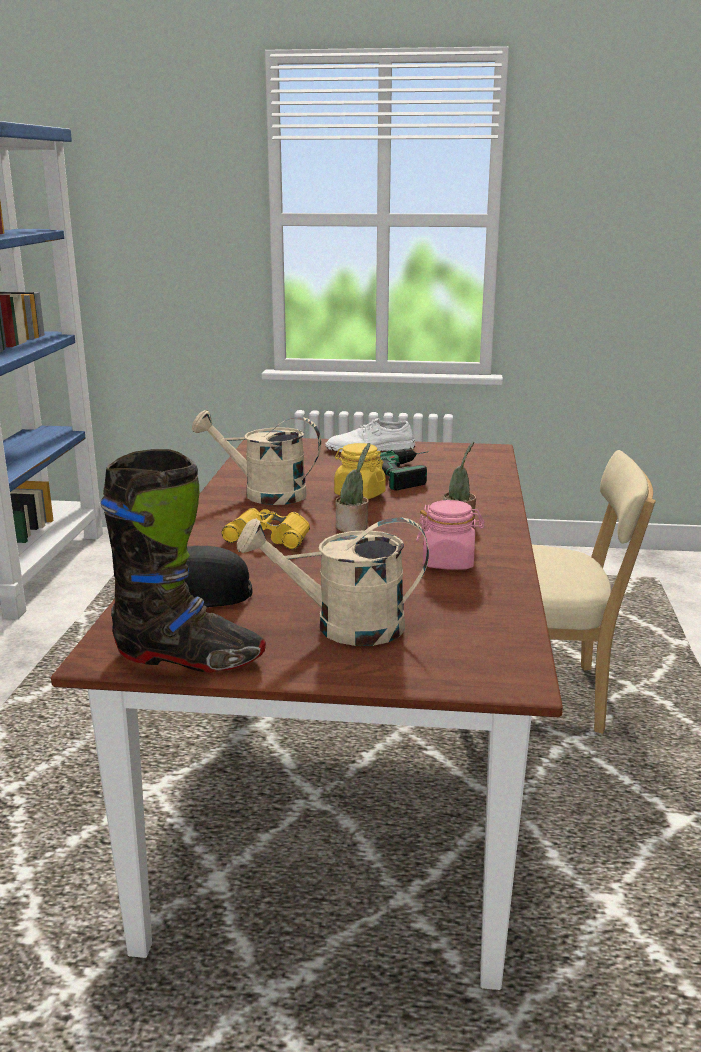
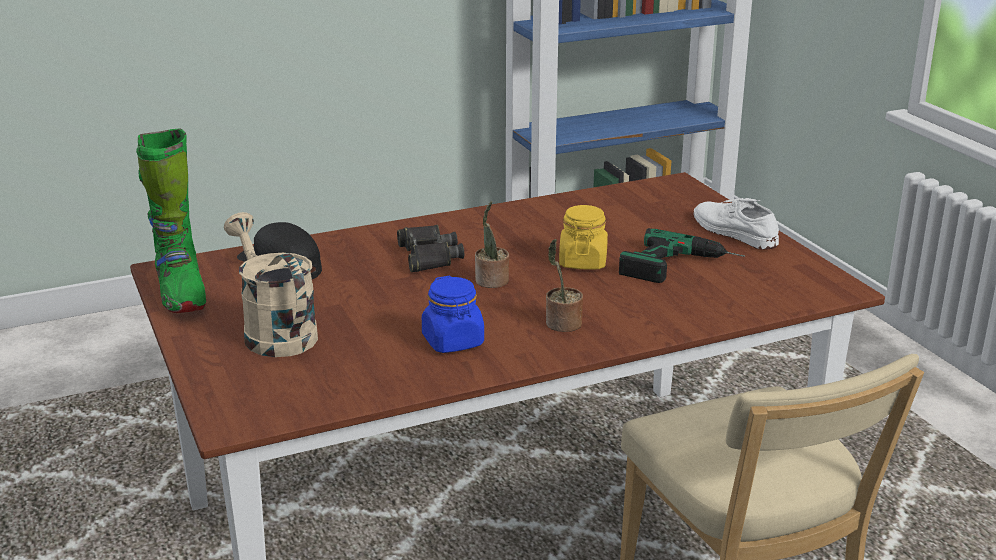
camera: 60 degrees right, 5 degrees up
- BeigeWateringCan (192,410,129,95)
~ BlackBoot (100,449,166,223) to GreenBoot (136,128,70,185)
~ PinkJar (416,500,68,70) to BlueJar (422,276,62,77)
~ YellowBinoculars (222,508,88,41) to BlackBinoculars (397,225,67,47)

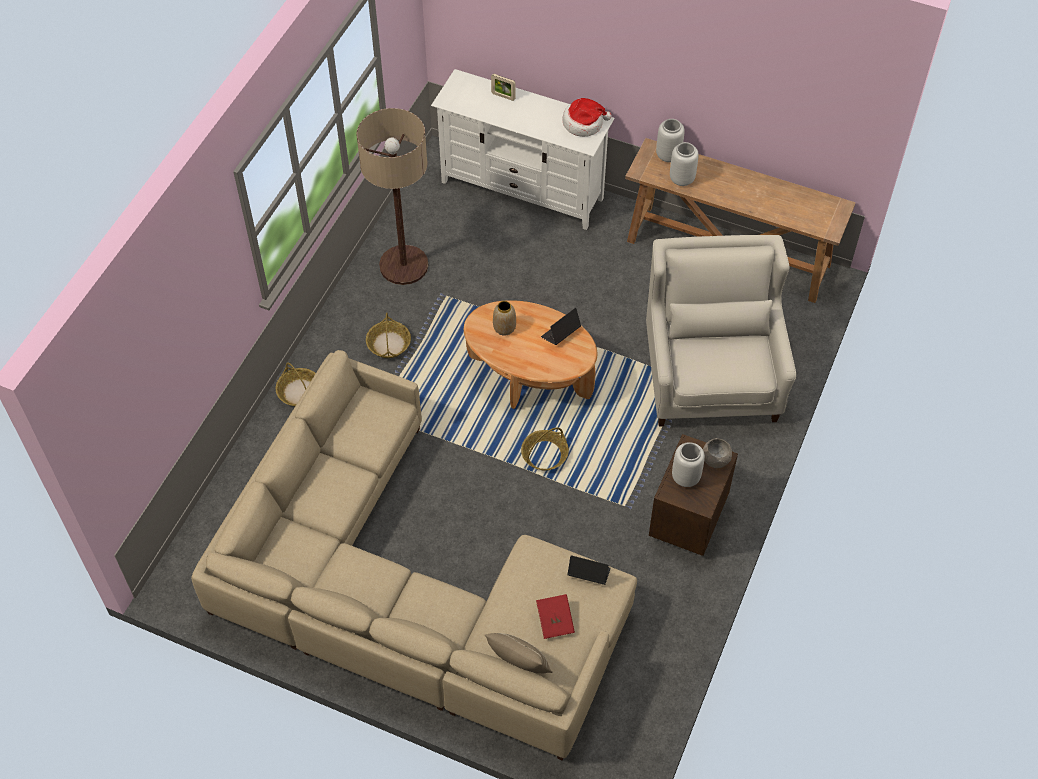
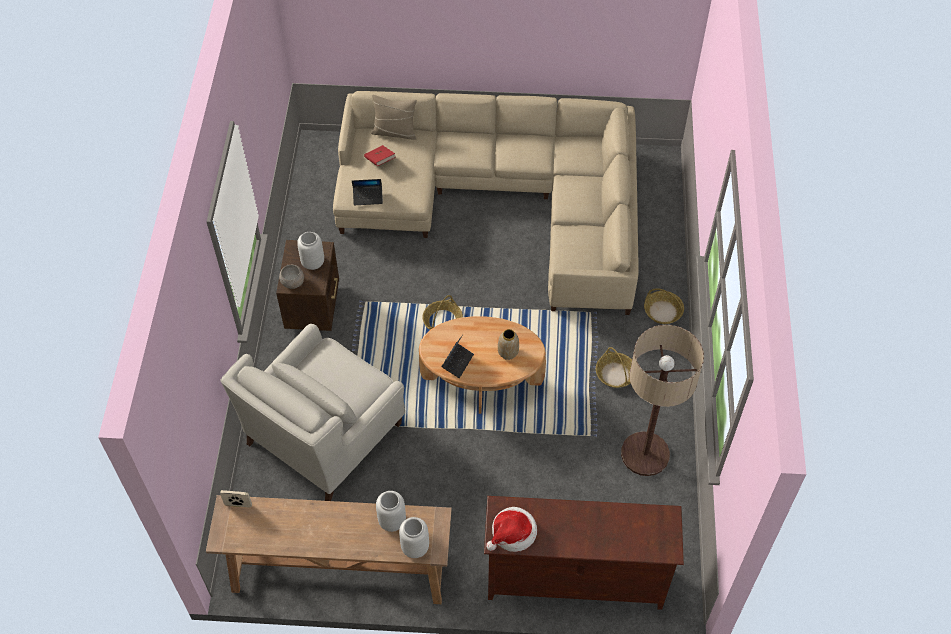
camera: 160 degrees right, 0 degrees up
~ WhiteTvStand (431,69,184,161) to BrownTvStand (484,496,200,114)
~ PictureFrame (491,74,24,27) to (220,490,32,18)
~ WhiteArmchair (646,235,150,192) = (220,324,185,177) 60 degrees clockwise

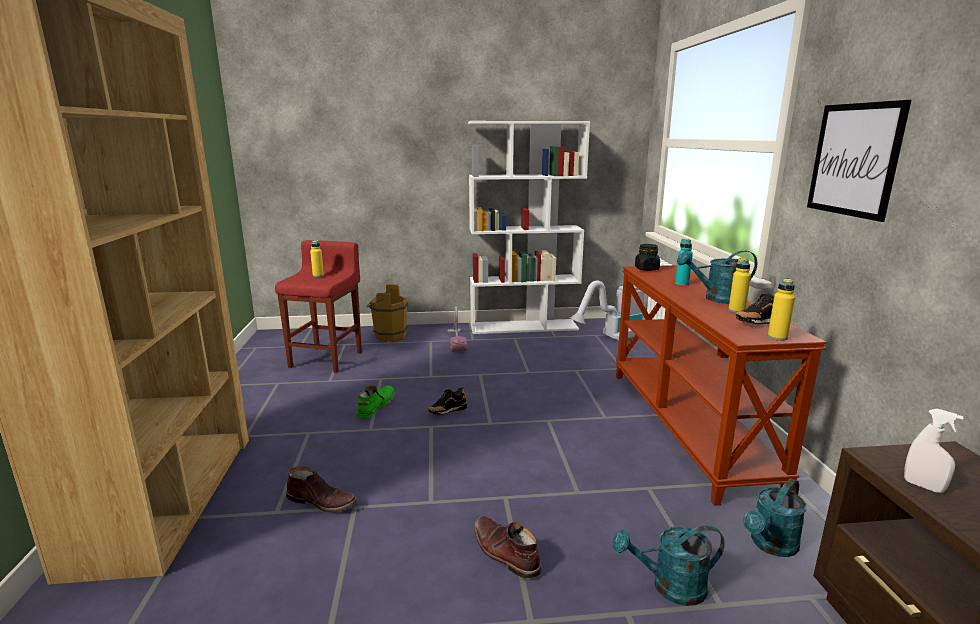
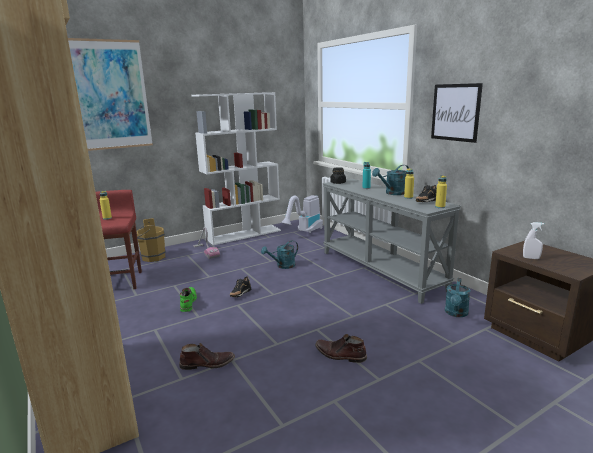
camera: 25 degrees left, 0 degrees up
~ BrownConsoleTable (615,265,212,241) to GreyConsoleTable (323,179,138,125)
~ TurquoiseWateringCan (613,525,112,81) to (261,240,37,29)
+ Picture (68,38,85,113)

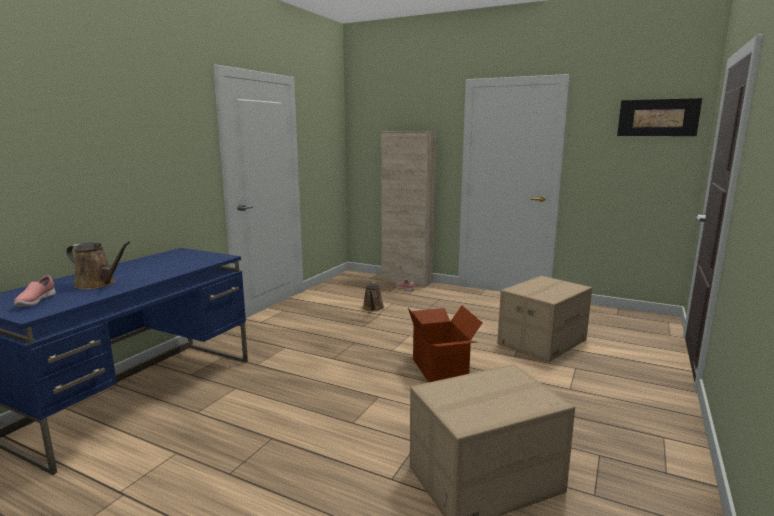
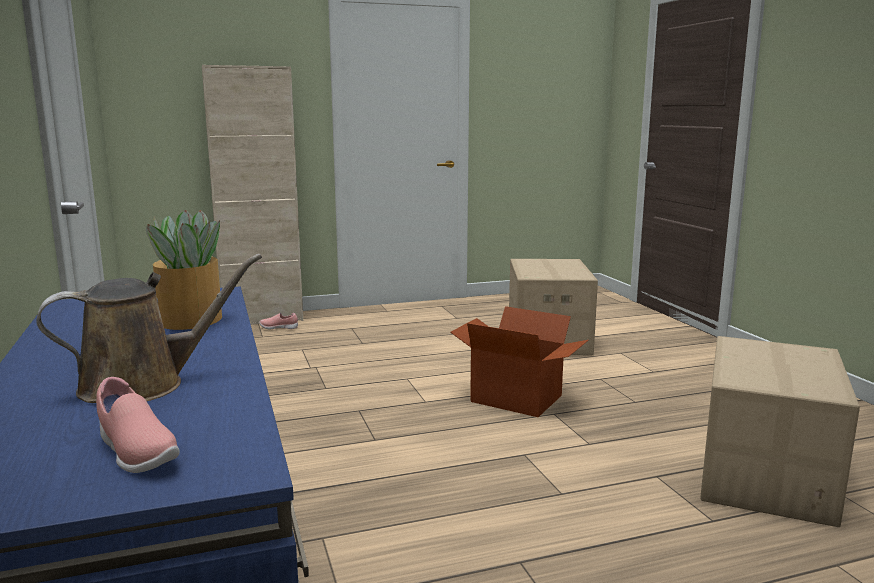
camera: 45 degrees left, 0 degrees up
- Picture (617,98,85,38)
- BrownWateringCan (363,282,21,29)
+ PottedPlant (146,210,76,120)

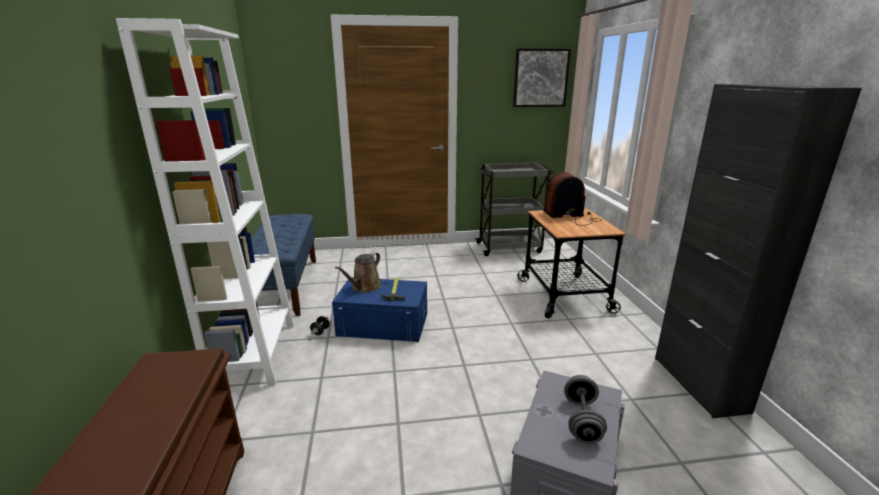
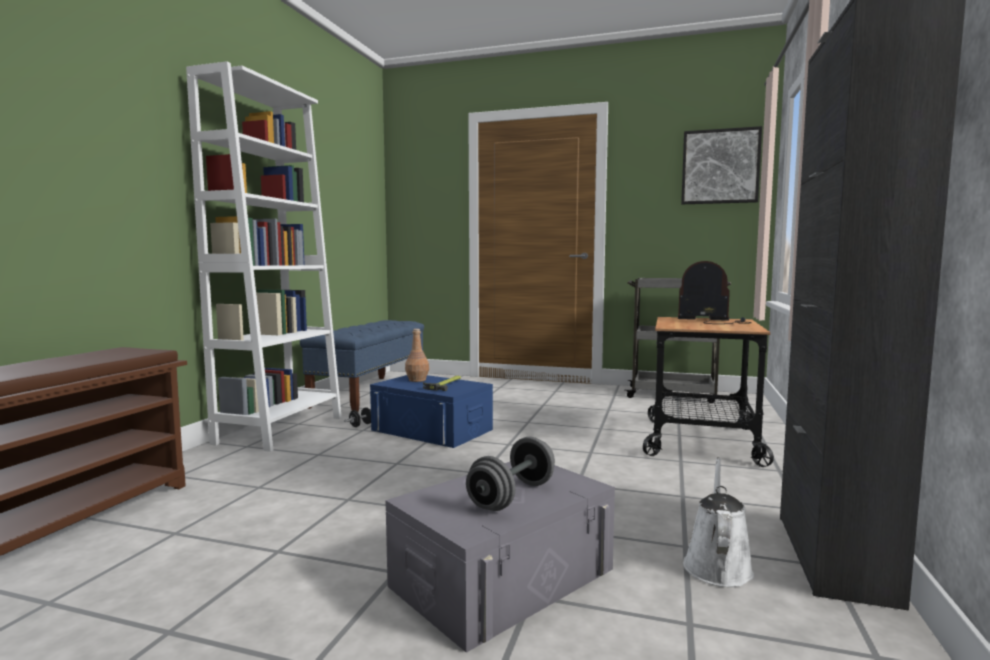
camera: 25 degrees right, 15 degrees down
~ BrownWateringCan (335,252,47,41) to BrownBottle (405,329,24,53)
+ WhiteWateringCan (683,457,71,130)

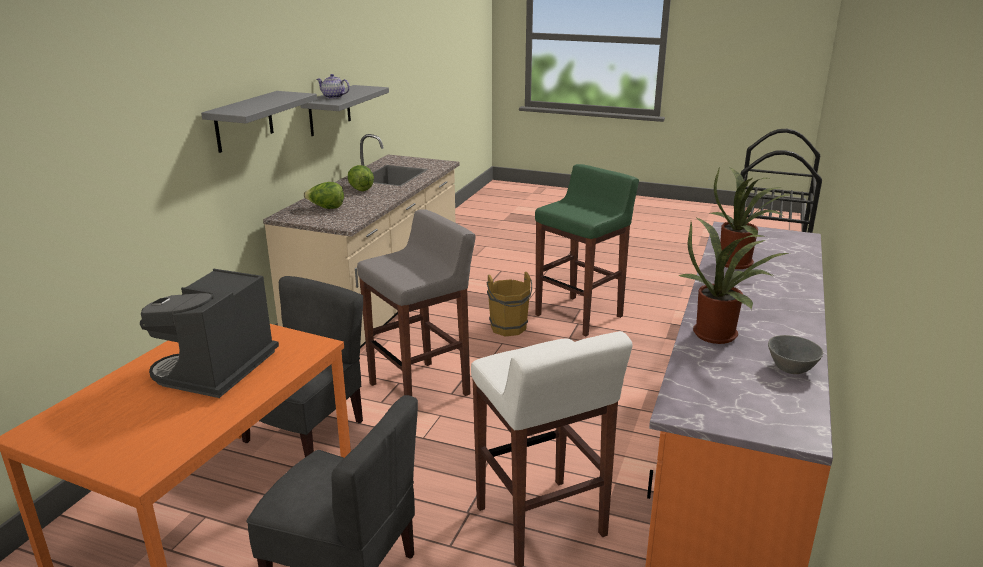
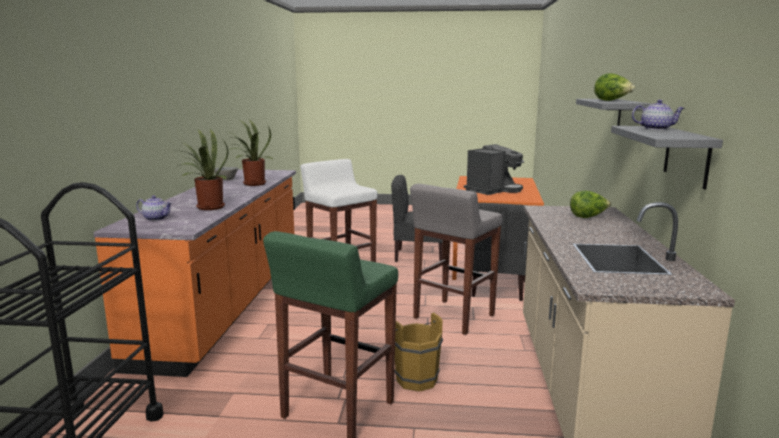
camera: 165 degrees right, 10 degrees down
~ Lettuce (348,165,26,26) to (594,73,41,28)
~ CoffeeMachine (140,269,139,129) = (464,144,60,51) 45 degrees clockwise
+ Teapot (136,195,36,26)

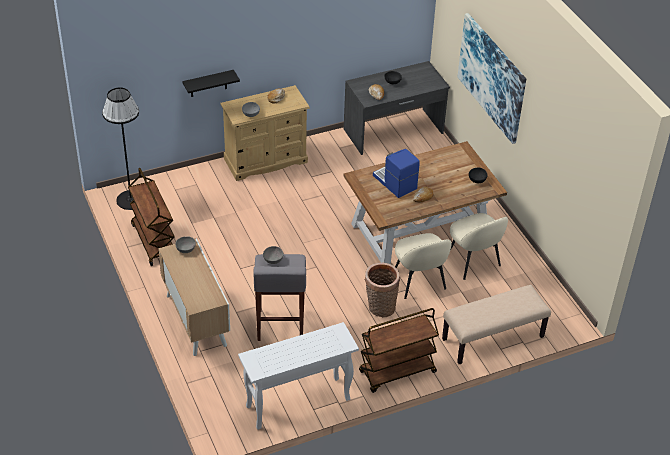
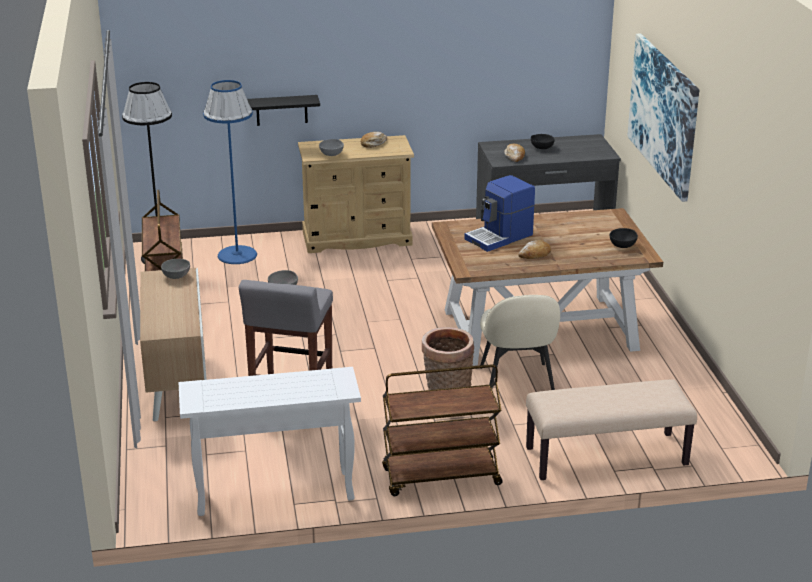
camera: 15 degrees right, 15 degrees down
~ CoffeeMachine (373,149,47,49) = (465,175,70,77) 105 degrees counterclockwise
- BeigeChair (450,213,58,67)
+ BlueFloorLamp (203,80,54,184)

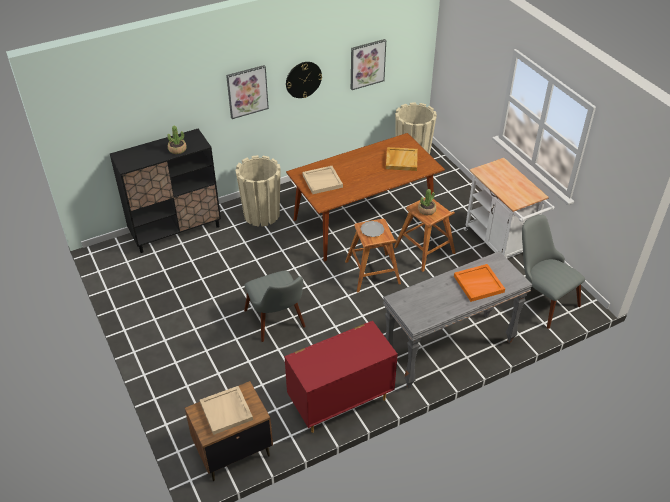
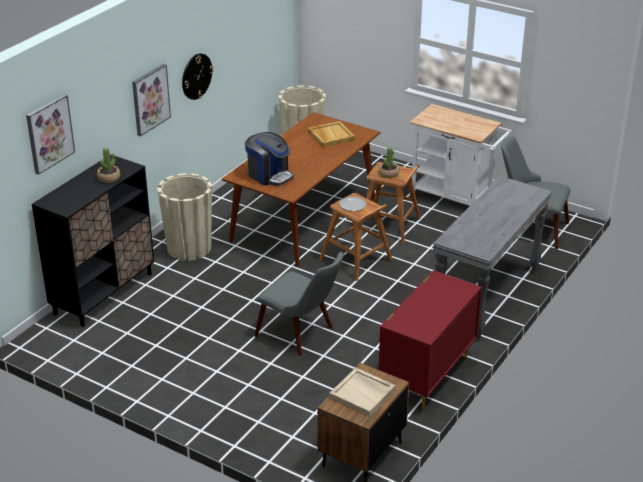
camera: 30 degrees left, 10 degrees down
~ Picture (351,39,35,51) to (26,94,49,81)
~ BeigeTray (302,166,41,28) to CoffeeMachine (245,132,49,54)
- OrangeTray (454,264,51,38)

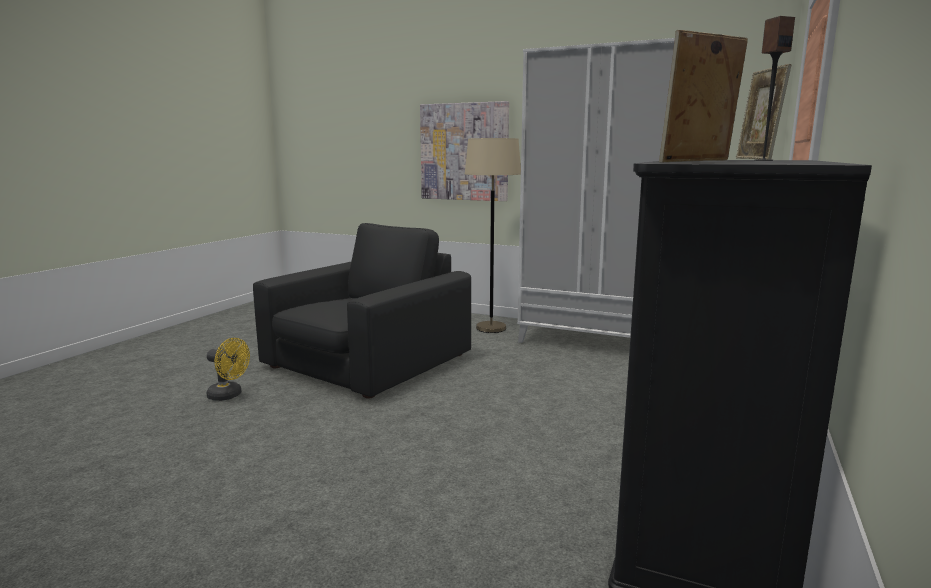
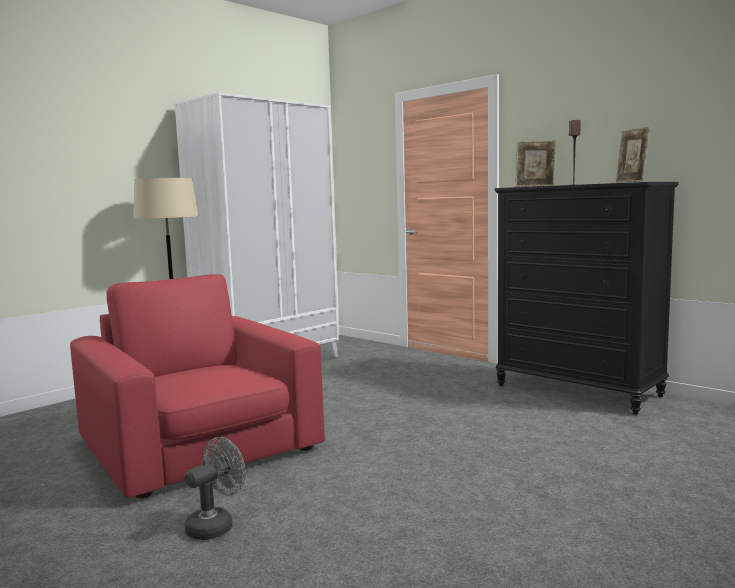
camera: 70 degrees left, 5 degrees down
- Picture (420,101,89,100)
~ BlackArmchair (253,223,218,176) to RedArmchair (70,274,255,224)
~ YellowFan (207,338,43,63) to GreyFan (185,437,61,103)

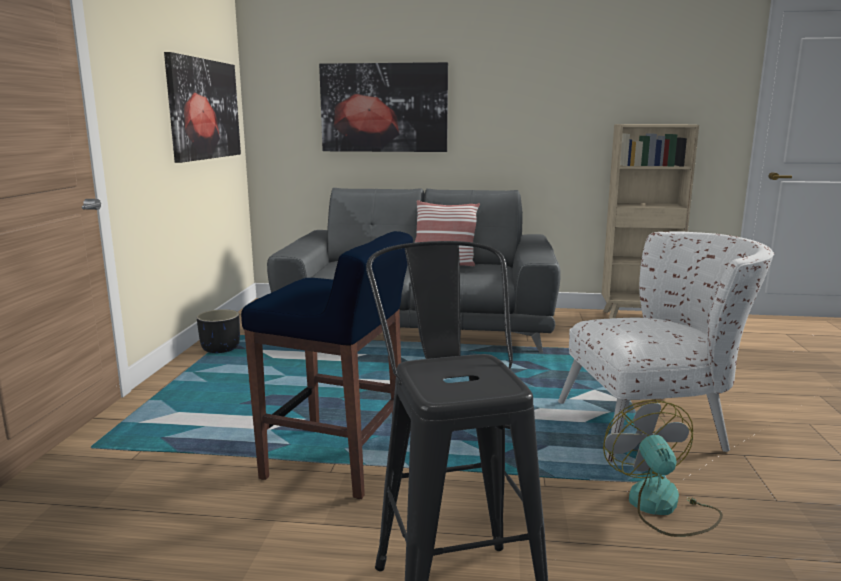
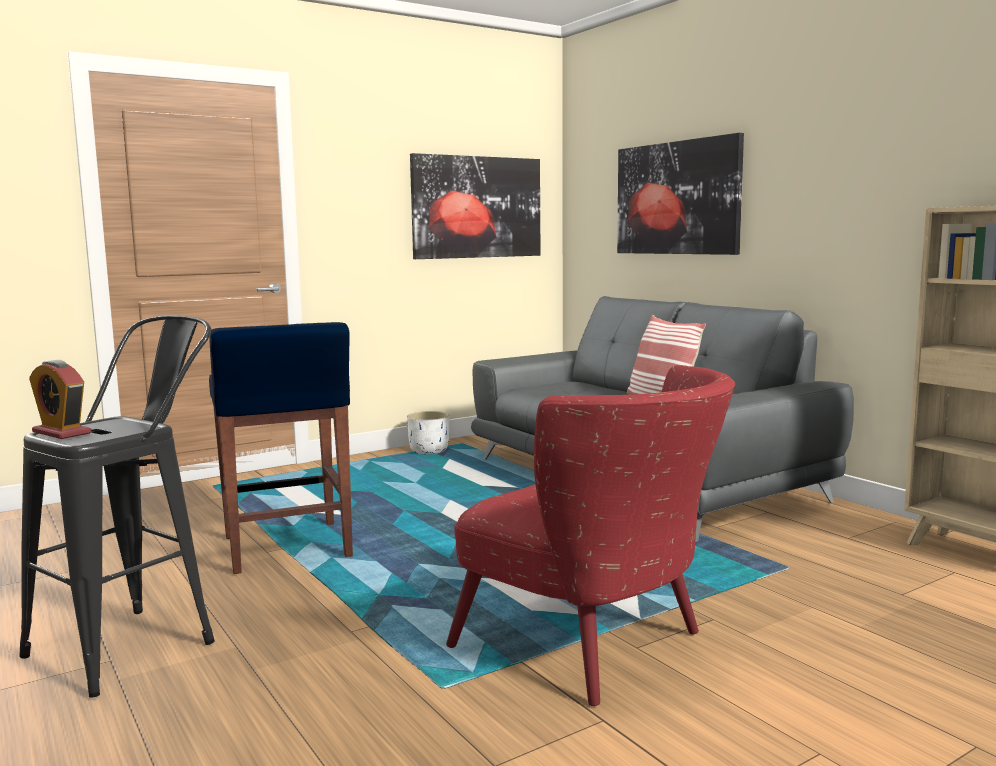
camera: 50 degrees right, 5 degrees down
~ WhiteArmchair (558,231,216,231) to RedArmchair (446,365,289,341)
~ BlackPlanter (197,309,43,44) to WhitePlanter (407,411,42,43)
- Fan (603,400,120,137)
+ AlarmClock (29,360,62,79)

